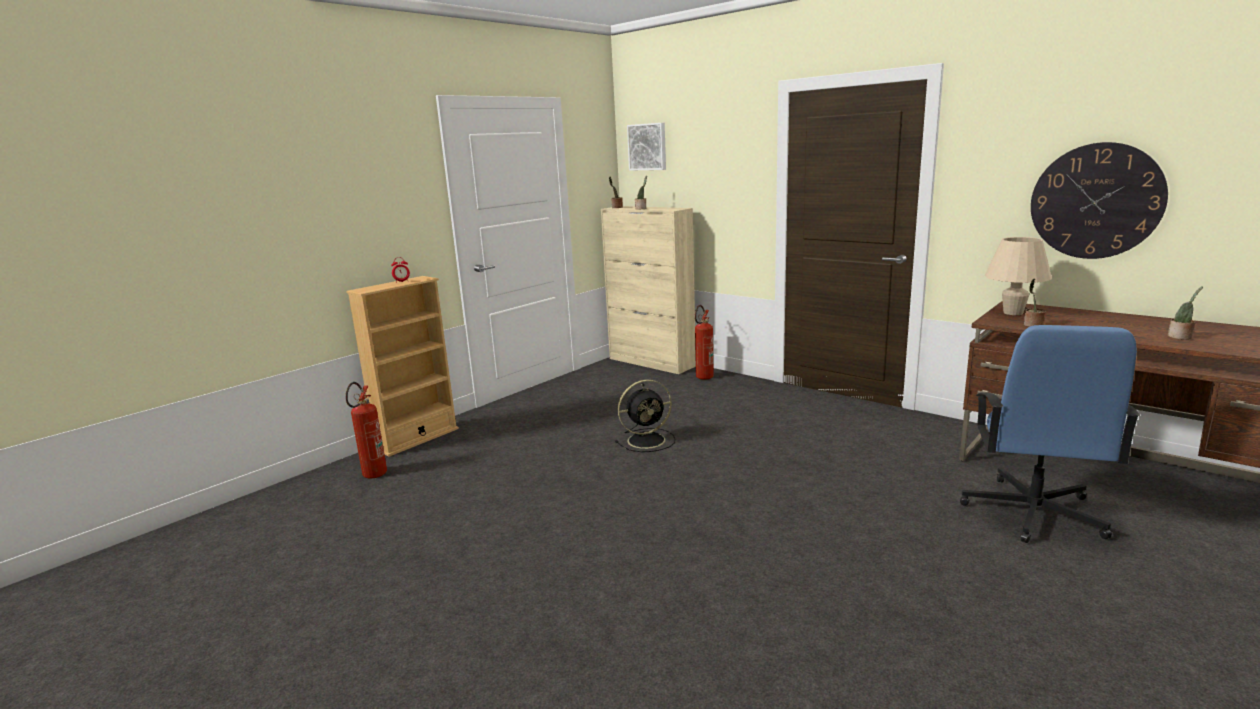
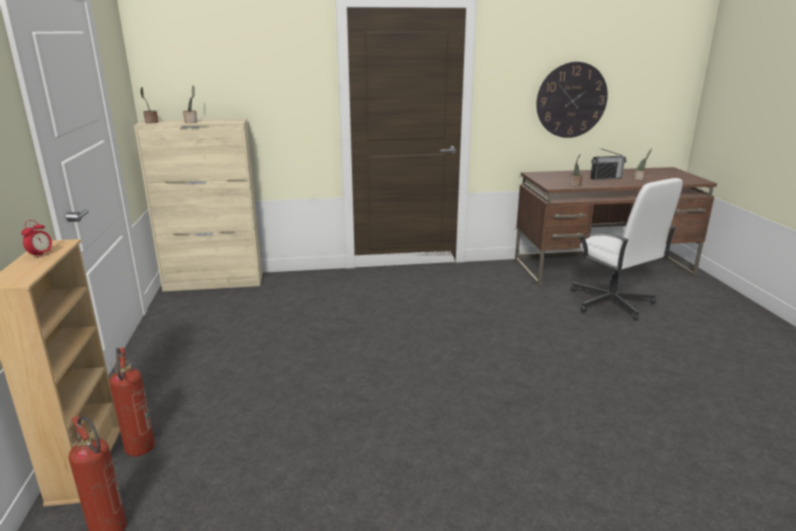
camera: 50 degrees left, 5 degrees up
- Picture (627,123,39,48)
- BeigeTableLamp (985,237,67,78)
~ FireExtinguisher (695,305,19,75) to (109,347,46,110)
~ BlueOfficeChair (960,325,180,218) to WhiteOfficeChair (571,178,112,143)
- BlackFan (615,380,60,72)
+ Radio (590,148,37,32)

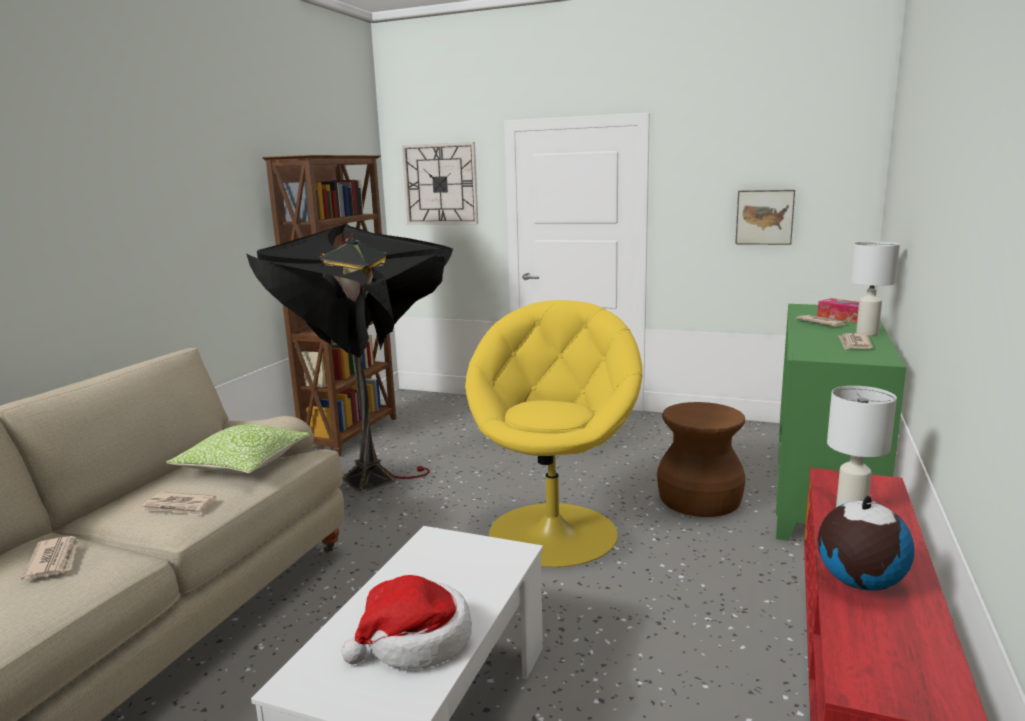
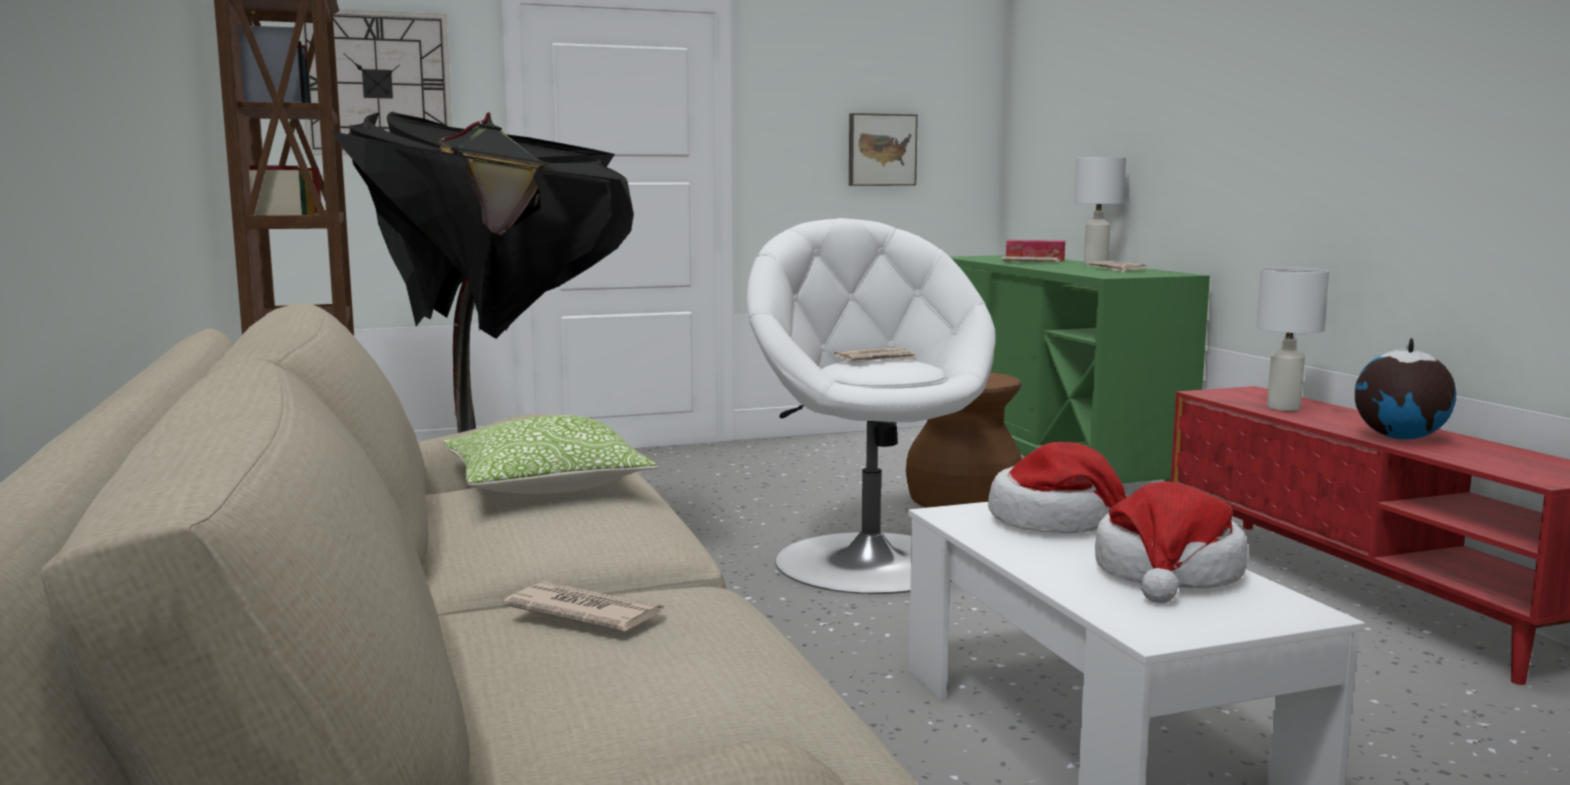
camera: 40 degrees left, 5 degrees down
~ YellowArmchair (465,300,178,267) to WhiteArmchair (747,218,249,376)
~ Newspaper (142,492,74,23) to (834,347,83,14)
+ Hat (988,442,139,91)

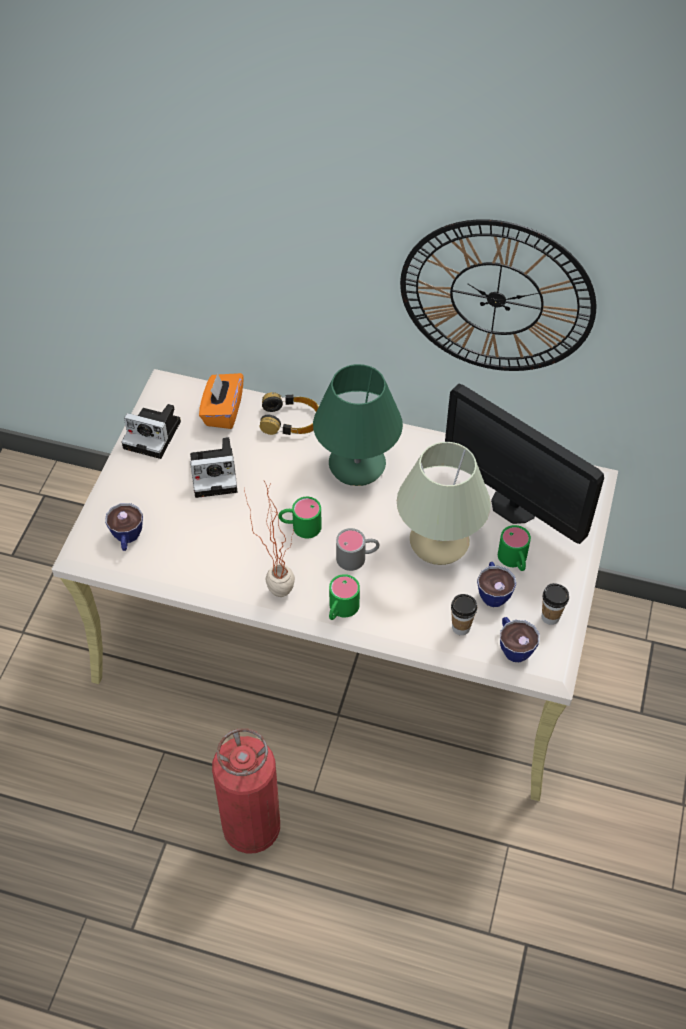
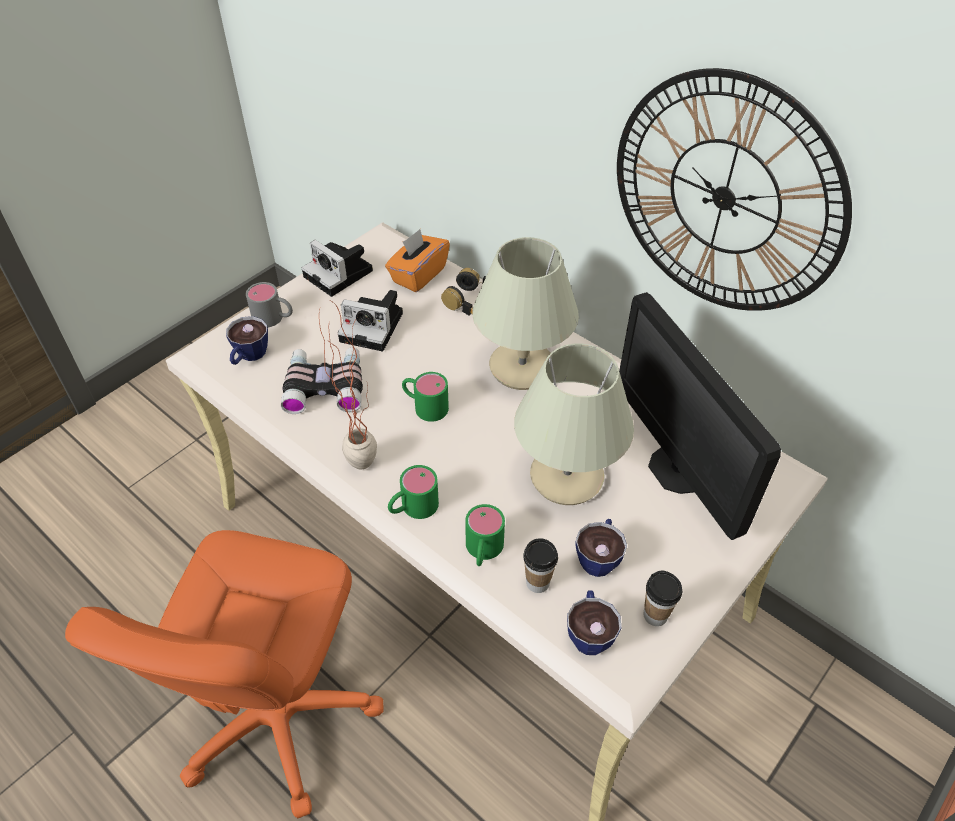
camera: 25 degrees right, 5 degrees down
~ GreenTableLamp (313,364,90,122) to BeigeTableLamp (472,237,107,153)
~ GreenMug (498,525,33,46) to (465,504,40,62)
~ GreyMug (336,528,44,43) to (246,282,47,45)
~ FireExtinguisher (212,728,68,126) to OrangeOfficeChair (65,530,319,288)
+ Binoculars (281,348,82,66)

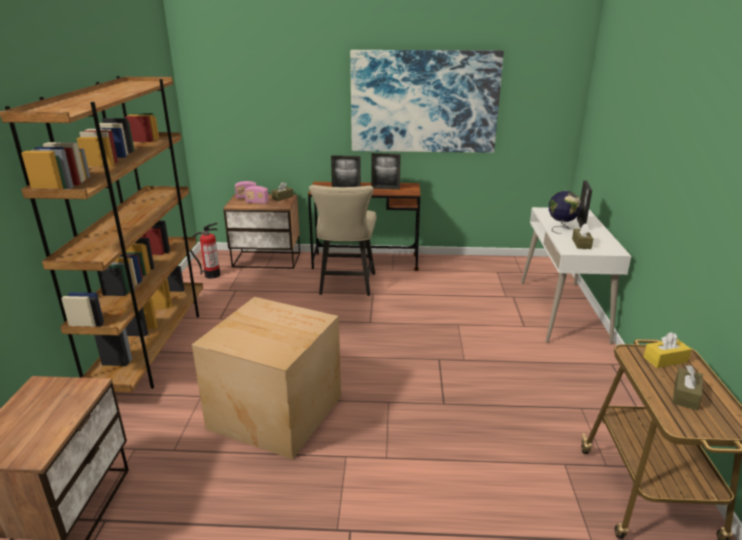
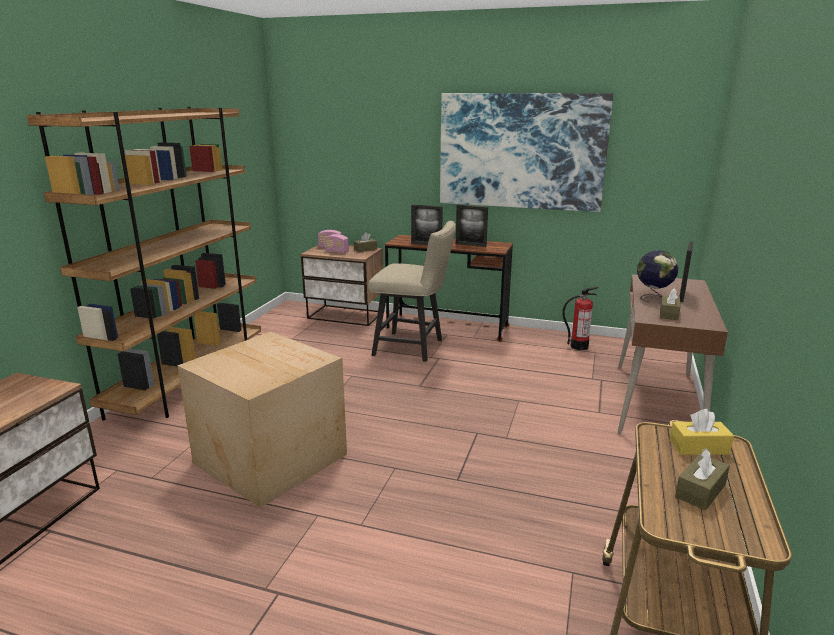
camera: 15 degrees right, 5 degrees down
~ BeigeChair (309,185,67,111) = (368,221,88,141) 90 degrees counterclockwise
~ WhiteDesk (521,207,110,137) to BrownDesk (618,274,110,160)
~ FireExtinguisher (190,223,30,56) to (562,286,37,64)

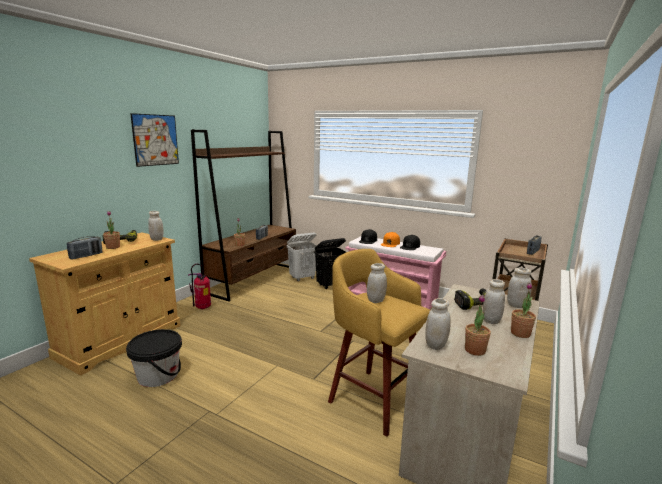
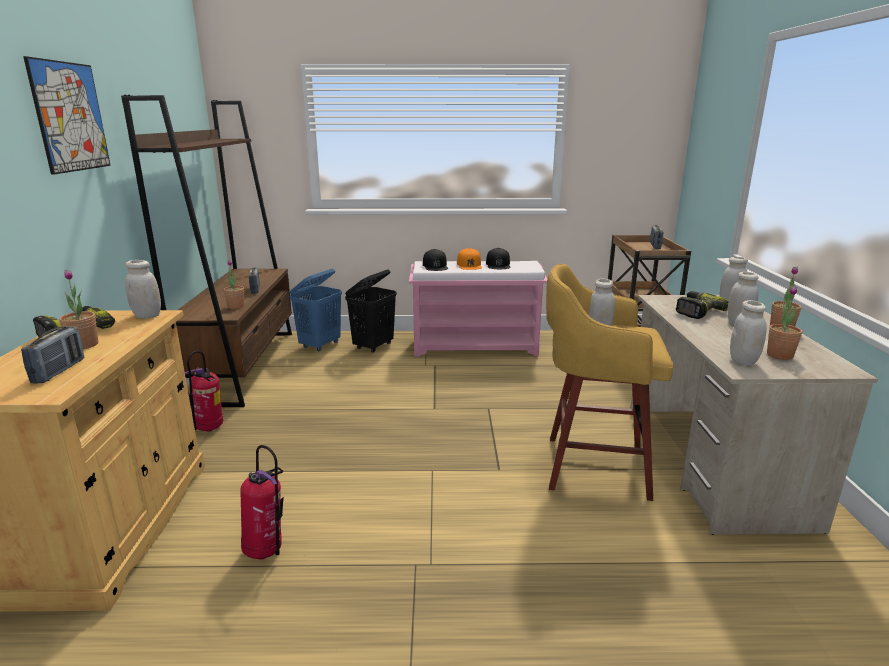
camera: 30 degrees left, 5 degrees up
~ WhiteLaundryBasket (287,232,30,49) to BlueLaundryBasket (290,269,52,82)
~ BlackBucket (126,329,56,58) to FireExtinguisher (241,445,43,115)

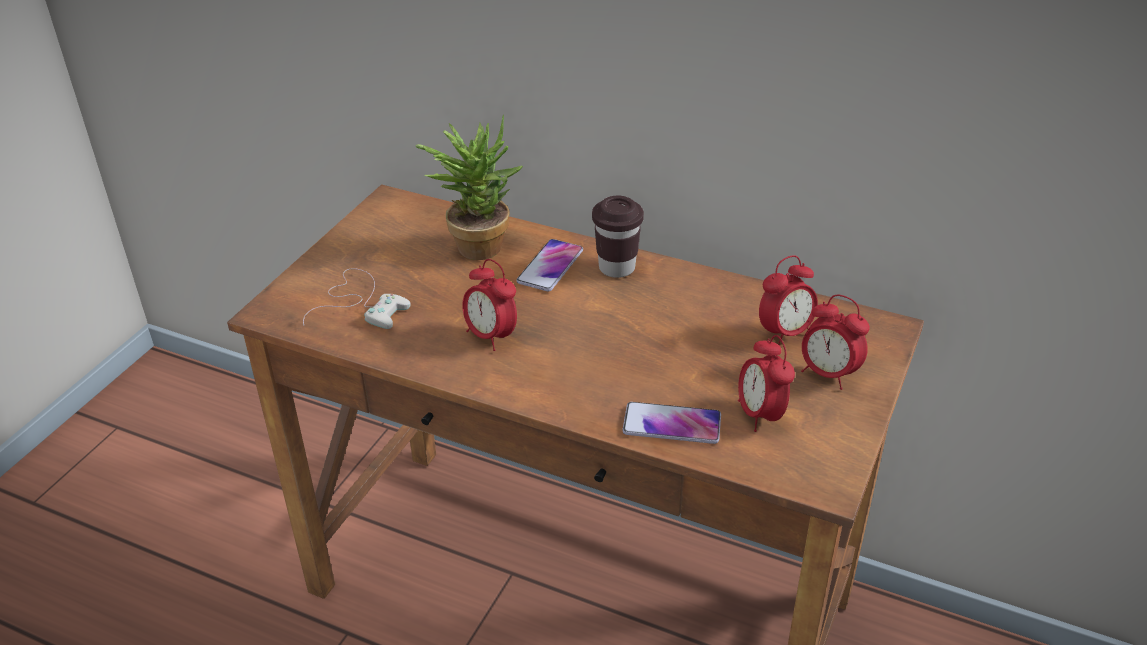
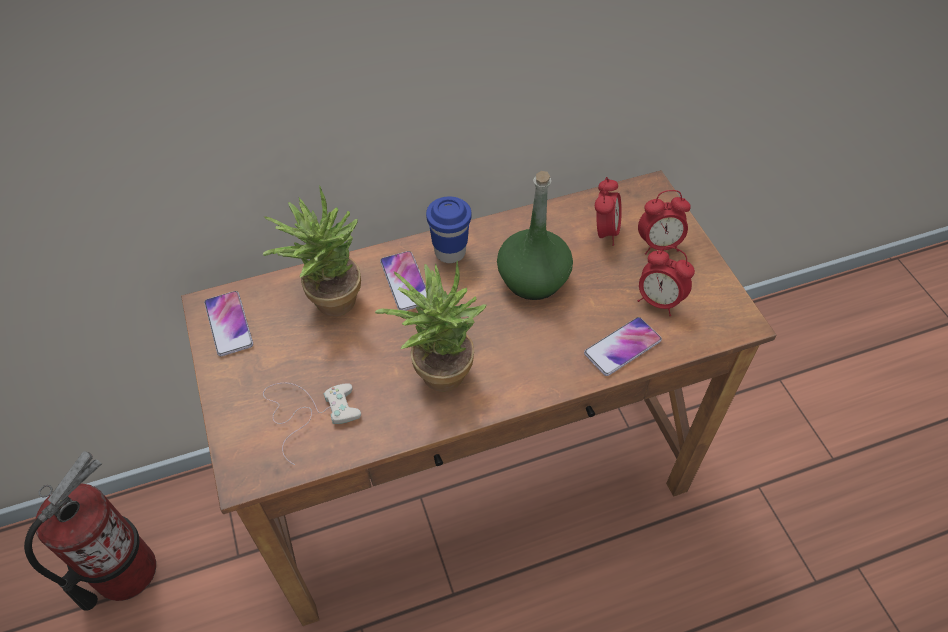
camera: 45 degrees left, 15 degrees up
~ BrownCup (592,195,52,83) to BlueCup (426,196,45,67)
~ AlarmClock (462,259,55,92) to PottedPlant (375,260,112,132)
+ GreenBottle (497,171,76,129)
+ Phone (204,291,49,65)
+ FireExtinguisher (24,451,132,160)

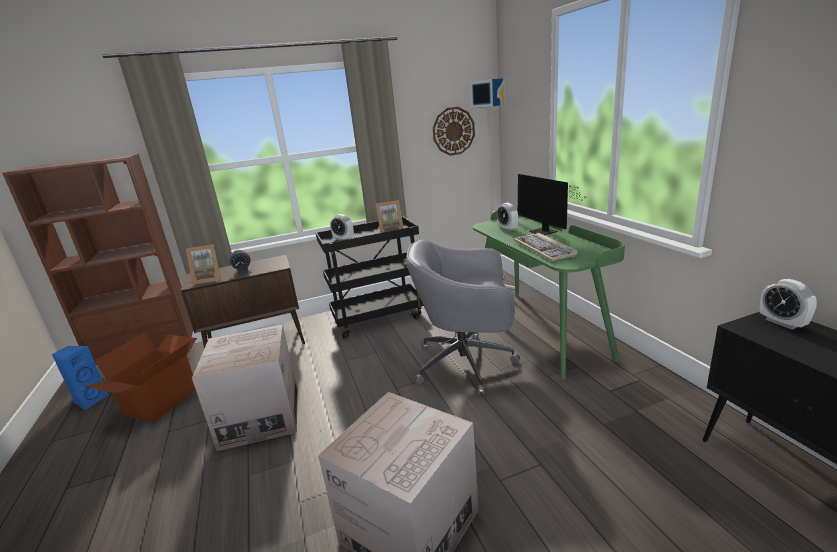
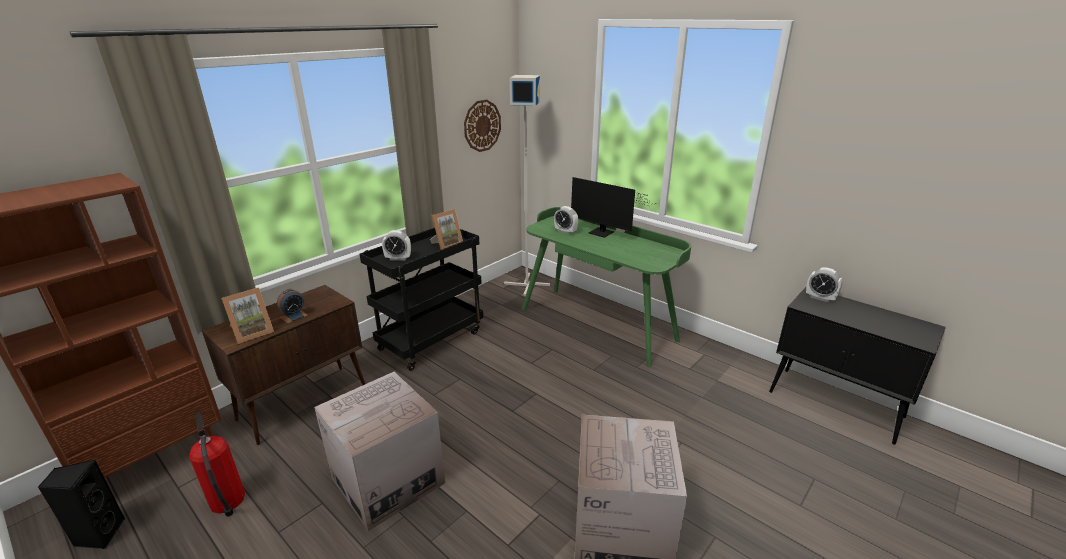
camera: 30 degrees left, 5 degrees up
- Keyboard (513,233,65,28)
- GreyOfficeChair (406,239,114,156)
~ CardboardBox (85,333,112,89) to FireExtinguisher (189,412,56,105)
~ BlueSpeaker (52,346,57,64) to BlackSpeaker (38,460,87,89)

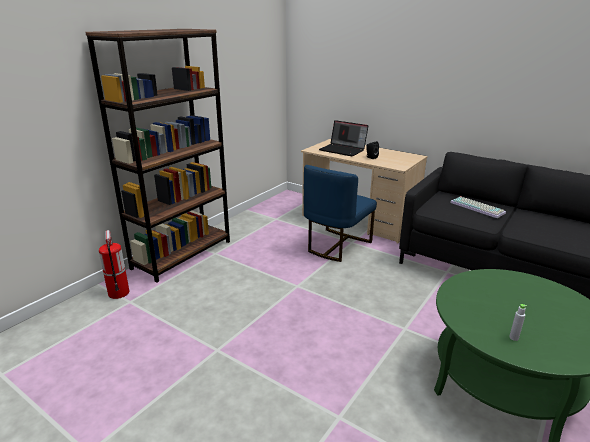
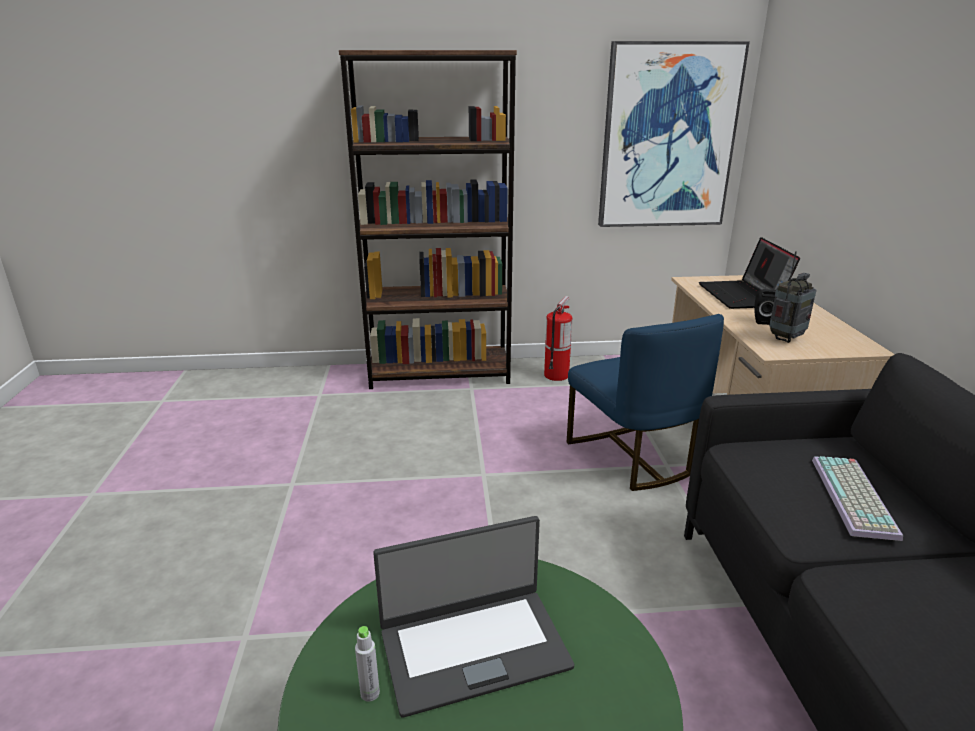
camera: 50 degrees right, 0 degrees up
~ BlueChair (304,165,73,97) = (567,314,157,177) 105 degrees counterclockwise
~ FireExtinguisher (99,230,30,69) to (544,296,28,85)
+ Picture (598,41,152,186)
+ Radio (769,251,47,92)
+ Laptop (373,516,201,202)

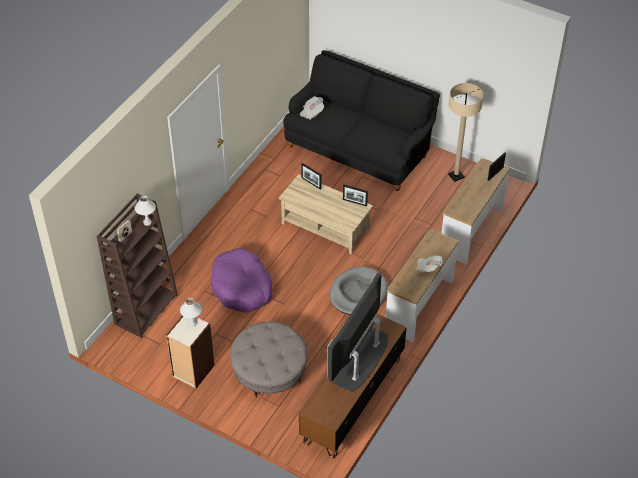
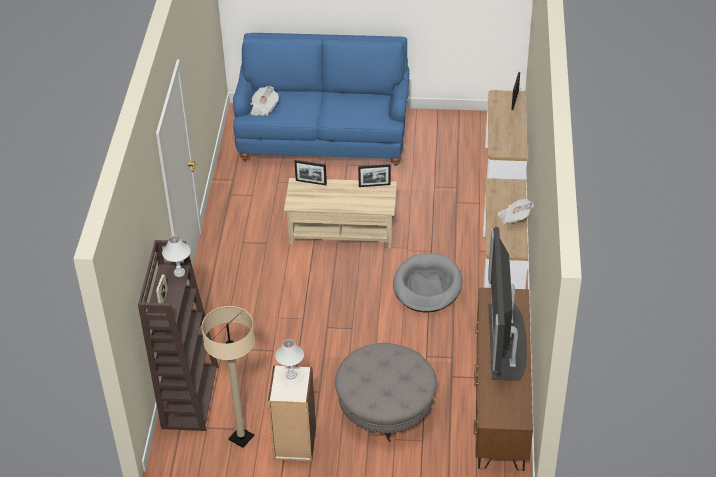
camera: 25 degrees left, 5 degrees down
~ BlackSofa (283,50,157,141) to BlueSofa (233,33,176,133)
~ BeigeFloorLamp (448,83,35,99) to (202,306,53,142)
- PurpleDogBed (211,248,61,65)

